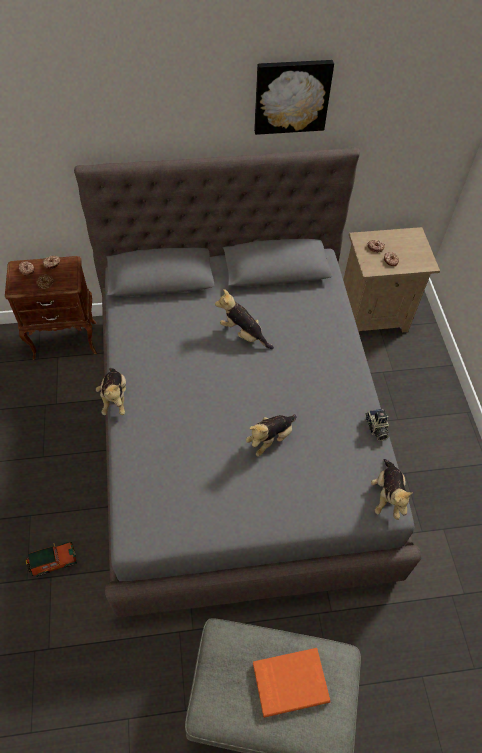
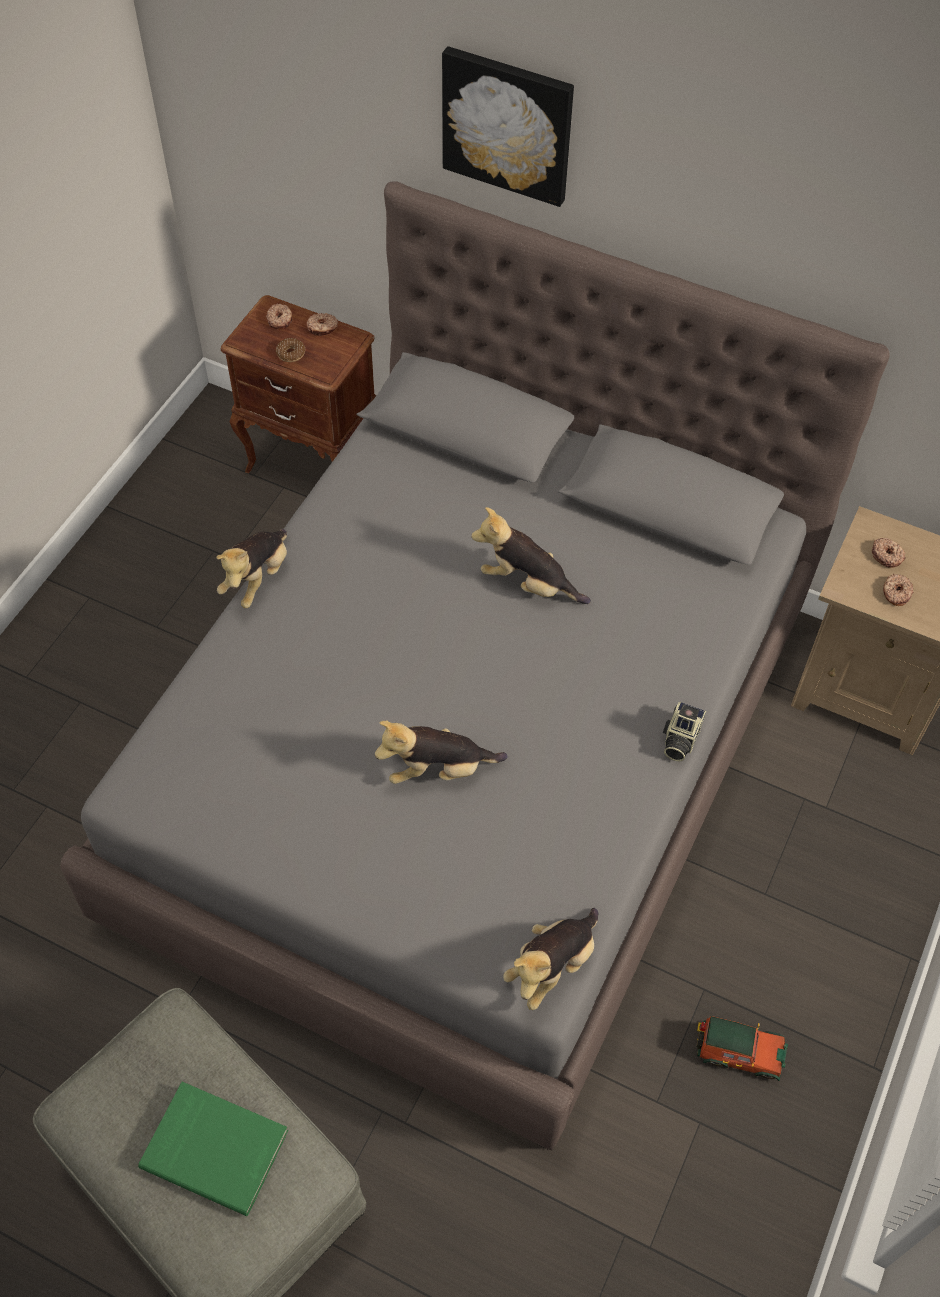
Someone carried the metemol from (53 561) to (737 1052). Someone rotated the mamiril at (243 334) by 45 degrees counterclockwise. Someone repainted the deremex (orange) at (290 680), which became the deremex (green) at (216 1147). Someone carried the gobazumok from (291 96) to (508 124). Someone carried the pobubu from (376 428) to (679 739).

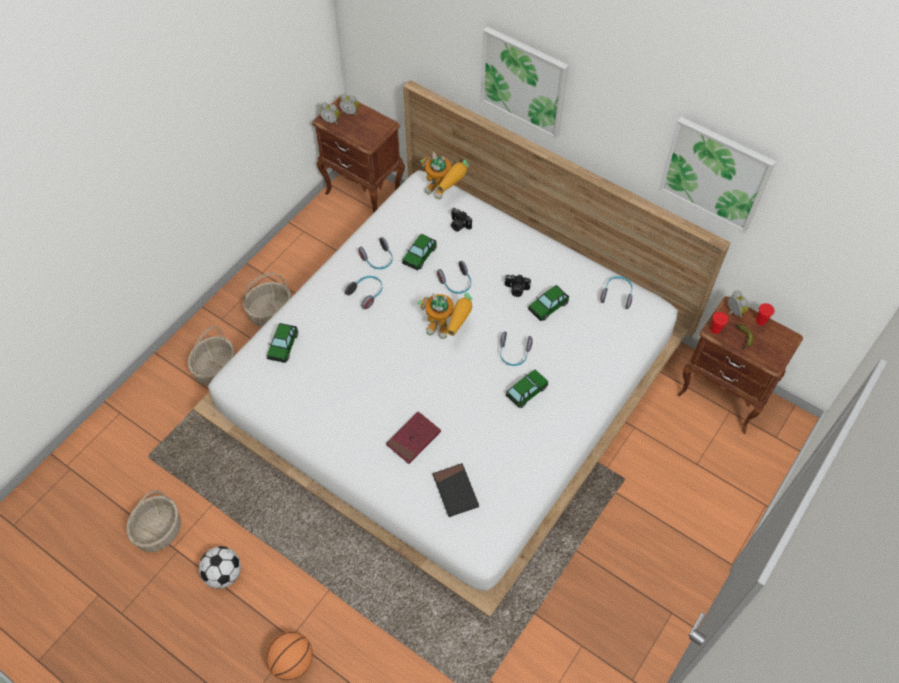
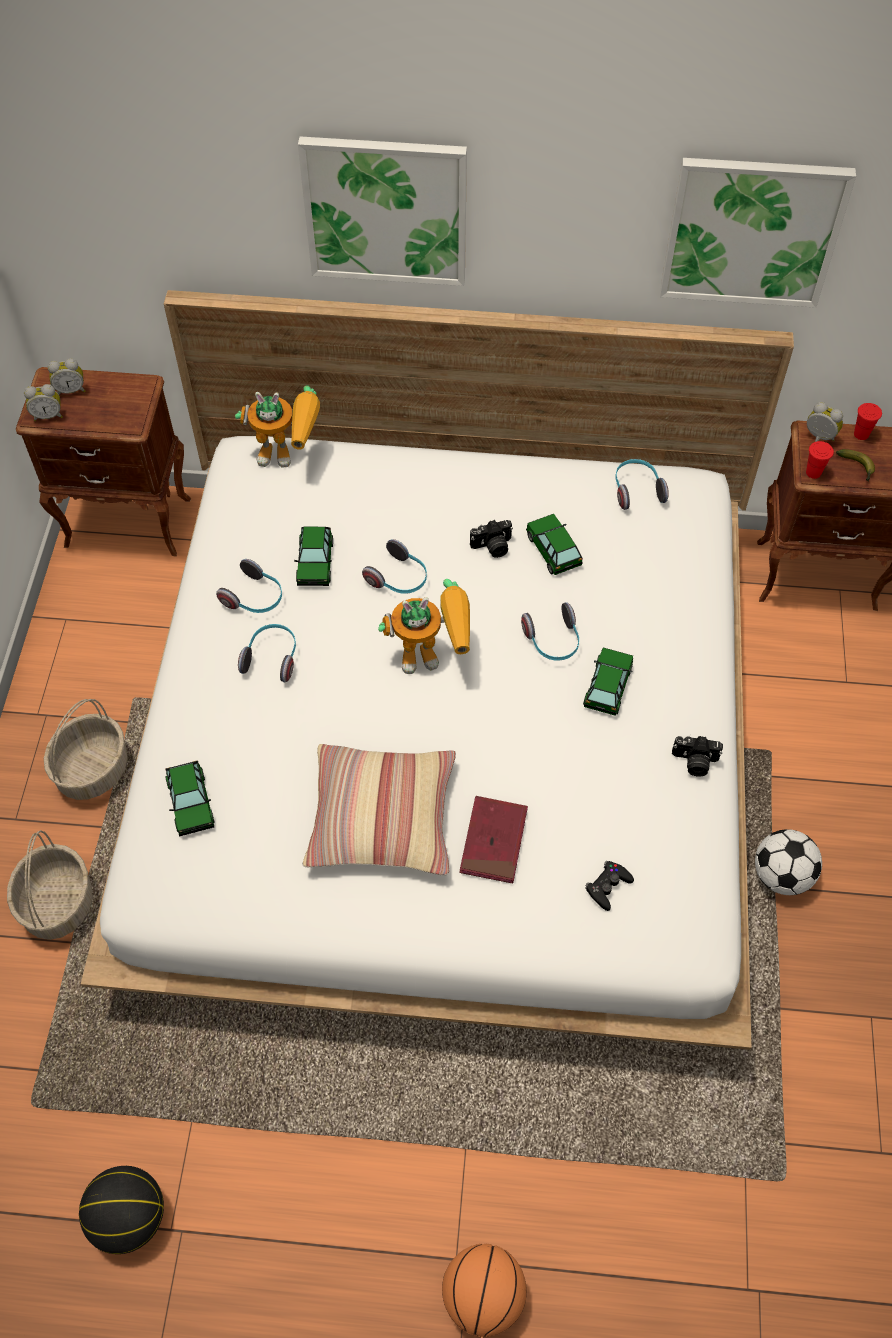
Someone swapped the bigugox at (159 531) for the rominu at (130 1217). Someone carried the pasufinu from (223 574) to (781 875). Someone swapped the deremex (black) at (455 491) for the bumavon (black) at (608 887). Someone carried the pobubu from (459 225) to (694 762). Someone rotated the metemol at (548 306) by 135 degrees clockwise. Someone put down the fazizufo at (382 817).

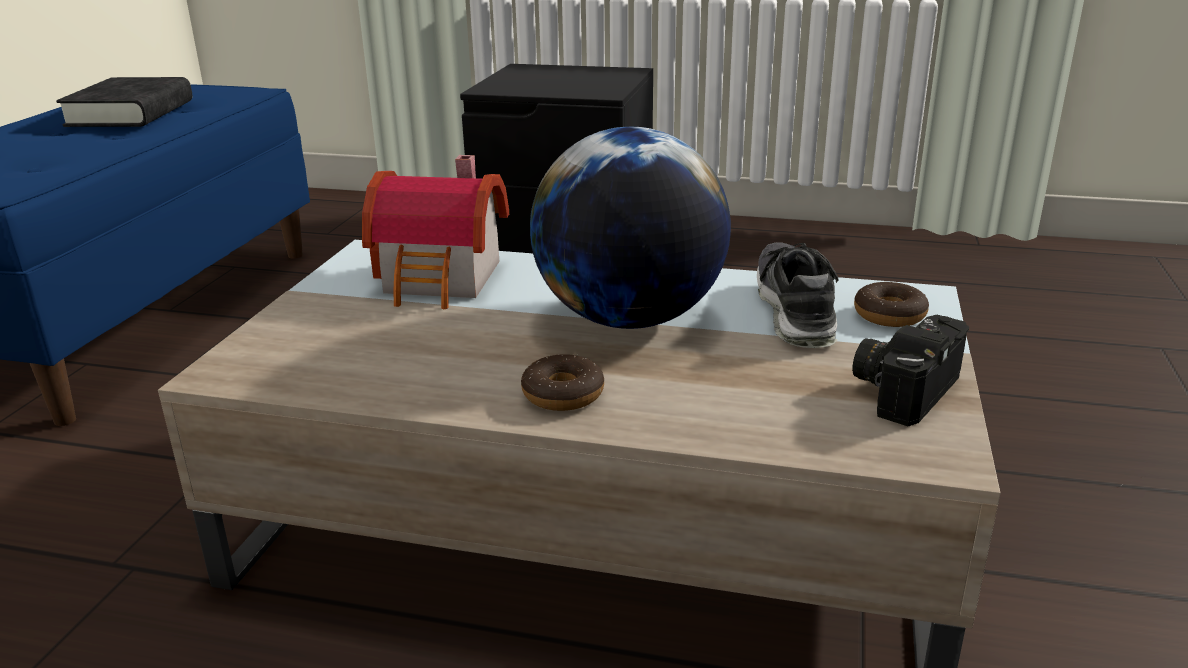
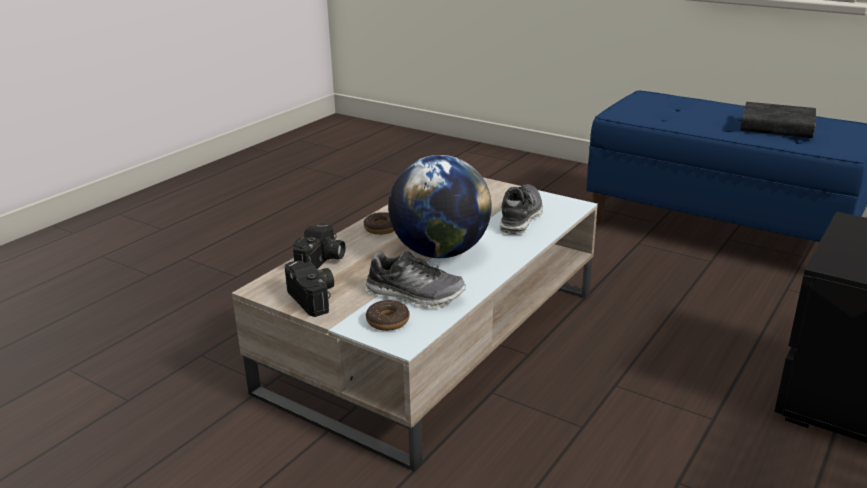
Someone swapped the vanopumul at (444 280) for the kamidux at (520 218). Someone put down the pobubu at (322 262).

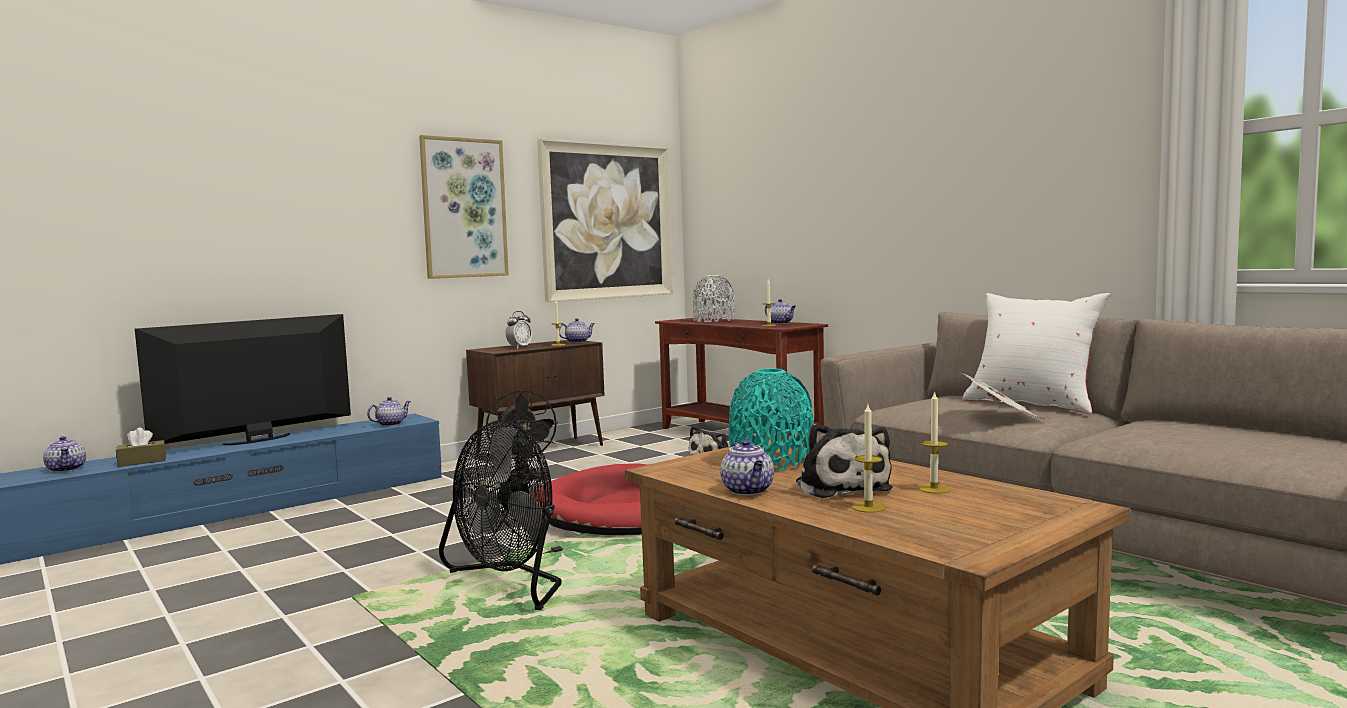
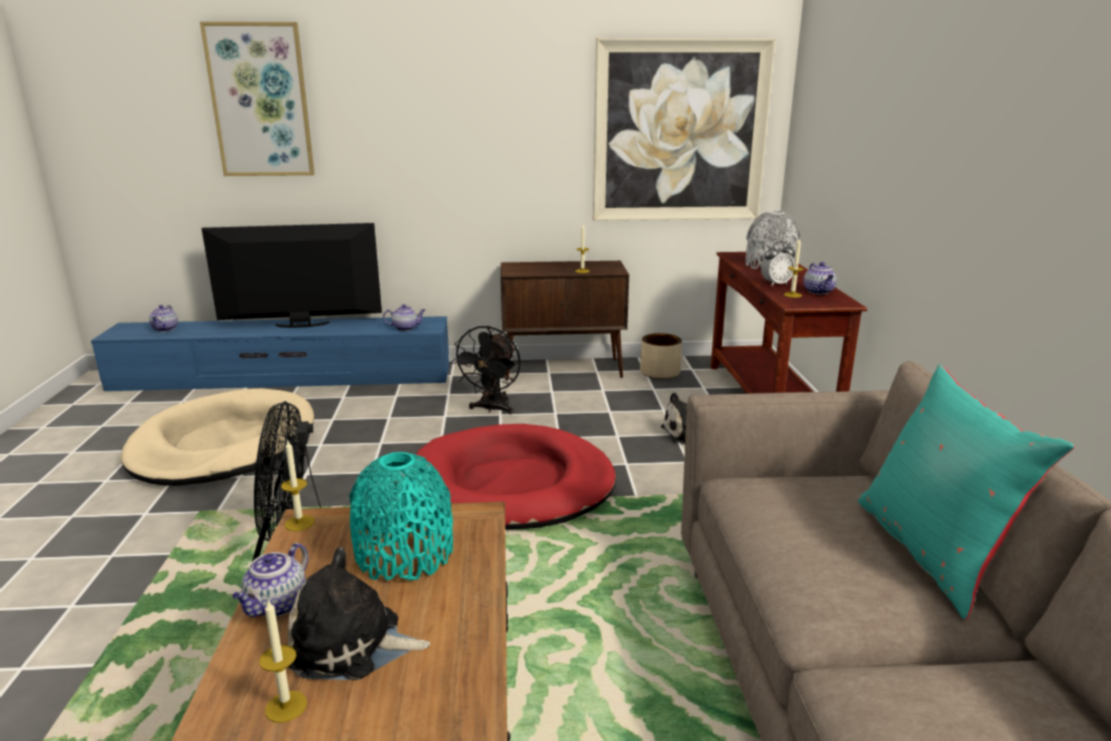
Someone took away the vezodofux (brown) at (142 461). Someone carried the gobazumok from (464 208) to (260 101). Someone carried the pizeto from (519 347) to (776 284). Someone took away the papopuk at (577 342). Someone rotated the mamiril at (841 487) by 75 degrees clockwise. Someone carried the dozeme from (934 489) to (299 523). Someone took away the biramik at (1000 417). Someone repainted the fazizufo (white) at (1032 404), which became the fazizufo (turquoise) at (932 553). Someone put down the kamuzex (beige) at (224 444). Someone put down the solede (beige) at (660 372).

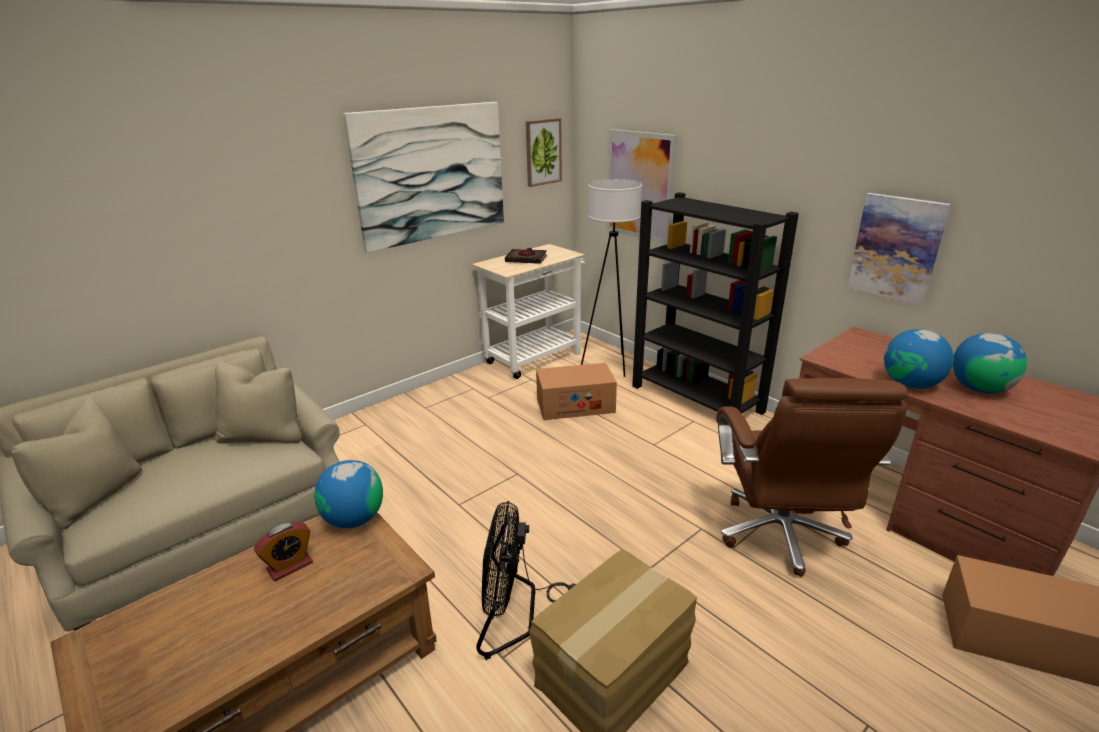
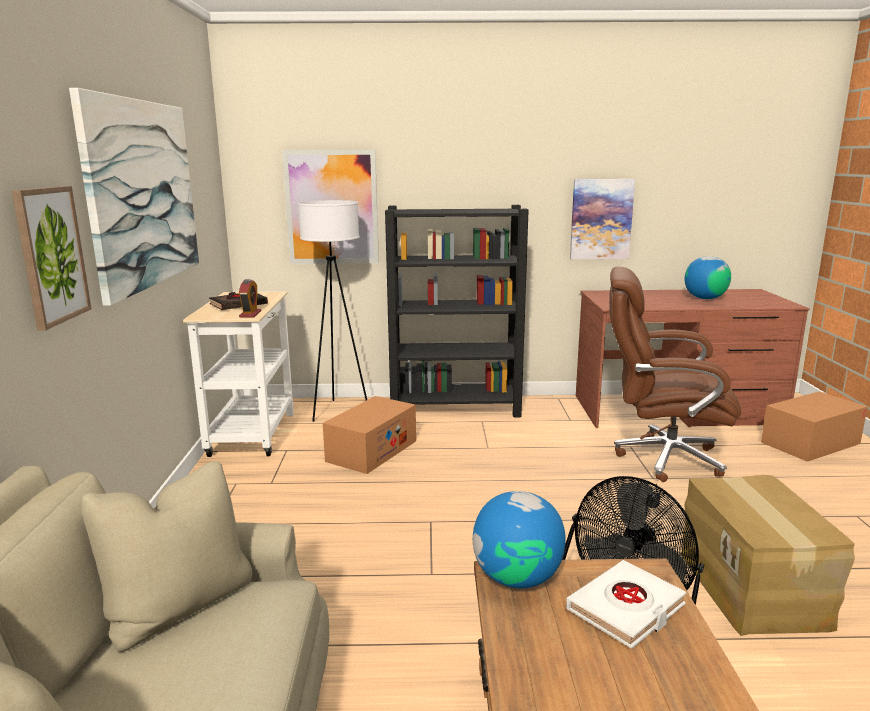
Someone carried the pizeto from (290 566) to (250 314). Someone carried the gobazumok from (543 152) to (51 255). Someone rotated the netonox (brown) at (781 539) by 150 degrees clockwise. Someone took away the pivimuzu at (910 384). Someone put down the deremex (white) at (626 609).

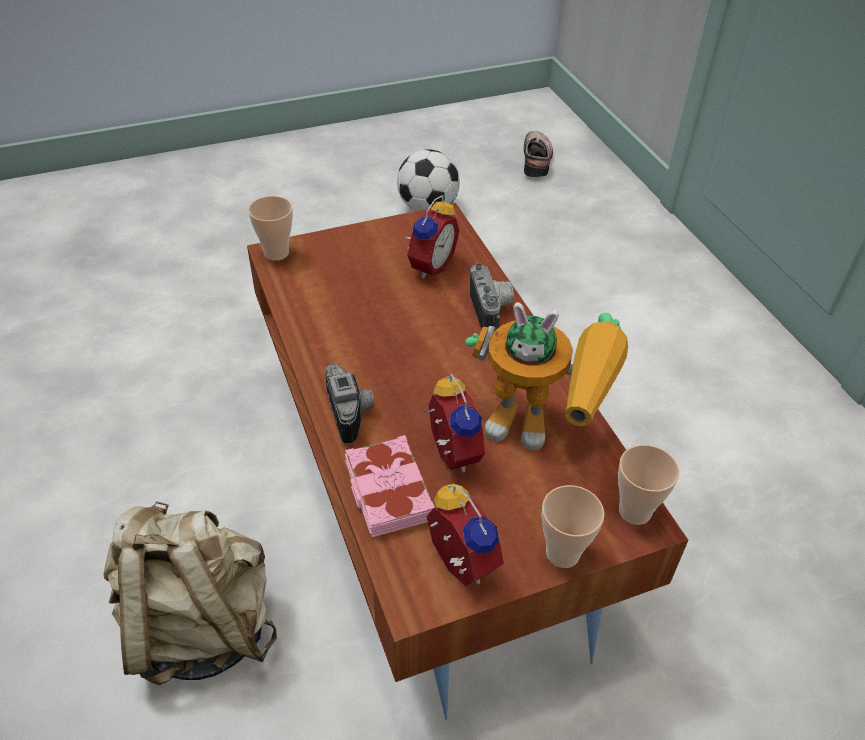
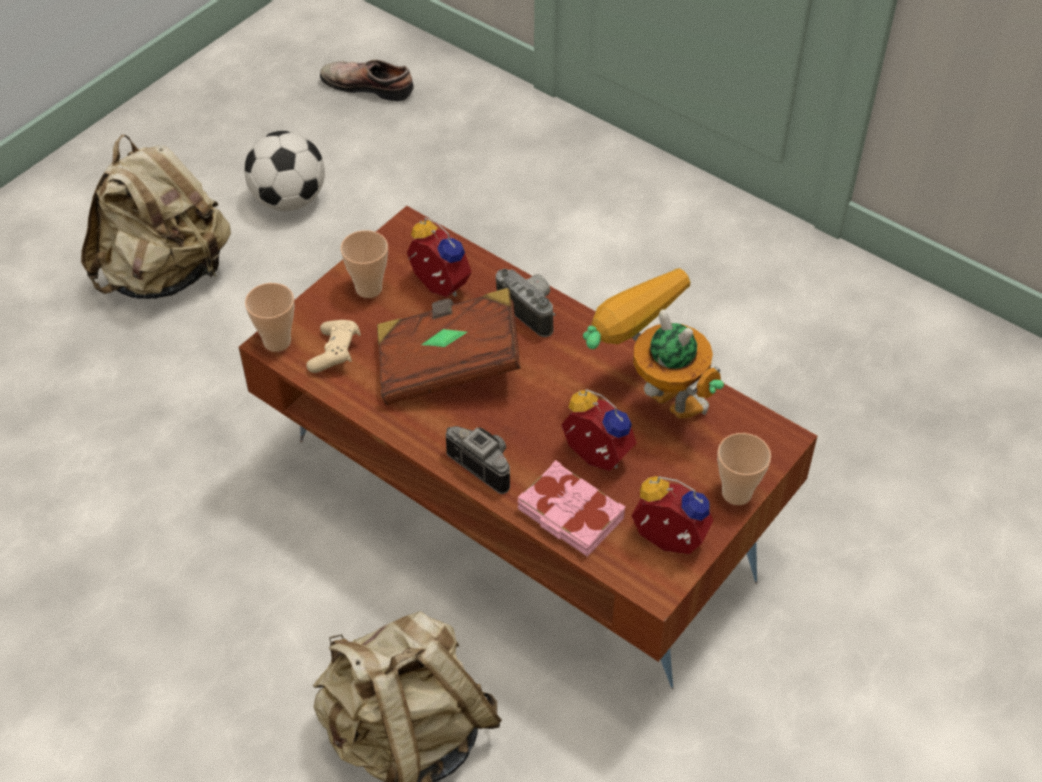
Someone rotated the pizeto at (429 265) by 45 degrees counterclockwise. Someone rotated the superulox at (543 427) by 120 degrees counterclockwise. Someone rotated the kamidux at (538 160) by 45 degrees counterclockwise. Someone carried the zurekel from (634 511) to (368 288). Someone put down the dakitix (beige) at (166 274). Someone put down the bumavon (beige) at (335 353). Someone put down the deremex (brown) at (448 365).

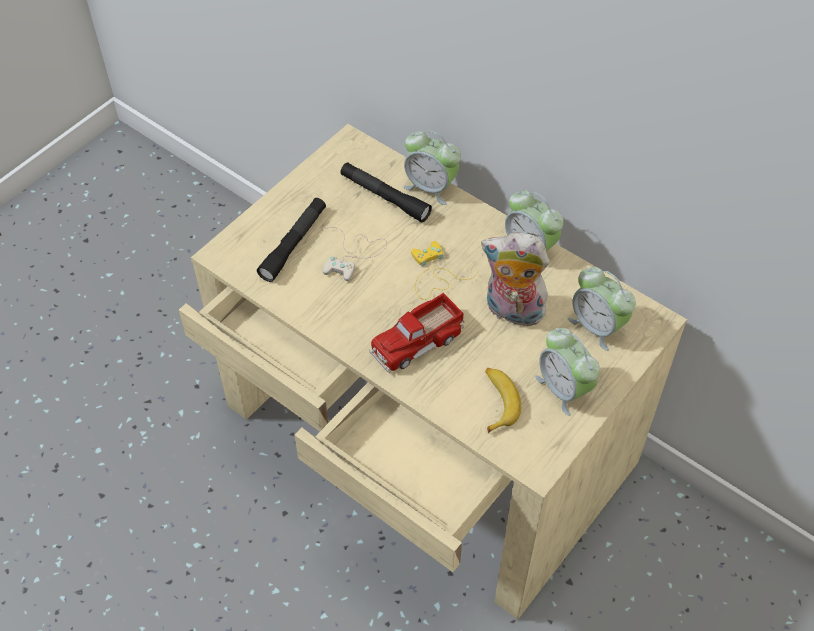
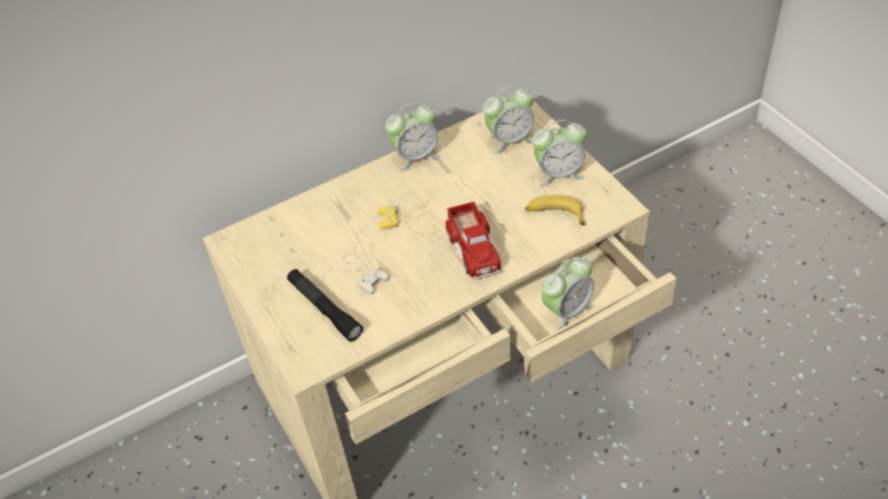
Someone took away the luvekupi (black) at (384 197). Someone carried the pizeto from (431 187) to (567 310). Someone took away the mamiril at (512 312).

